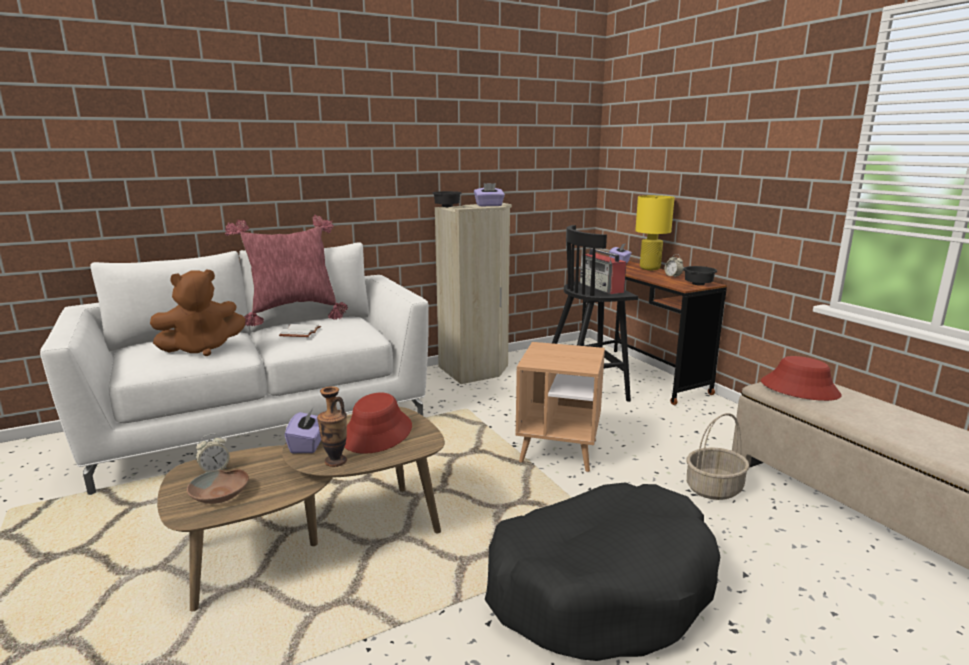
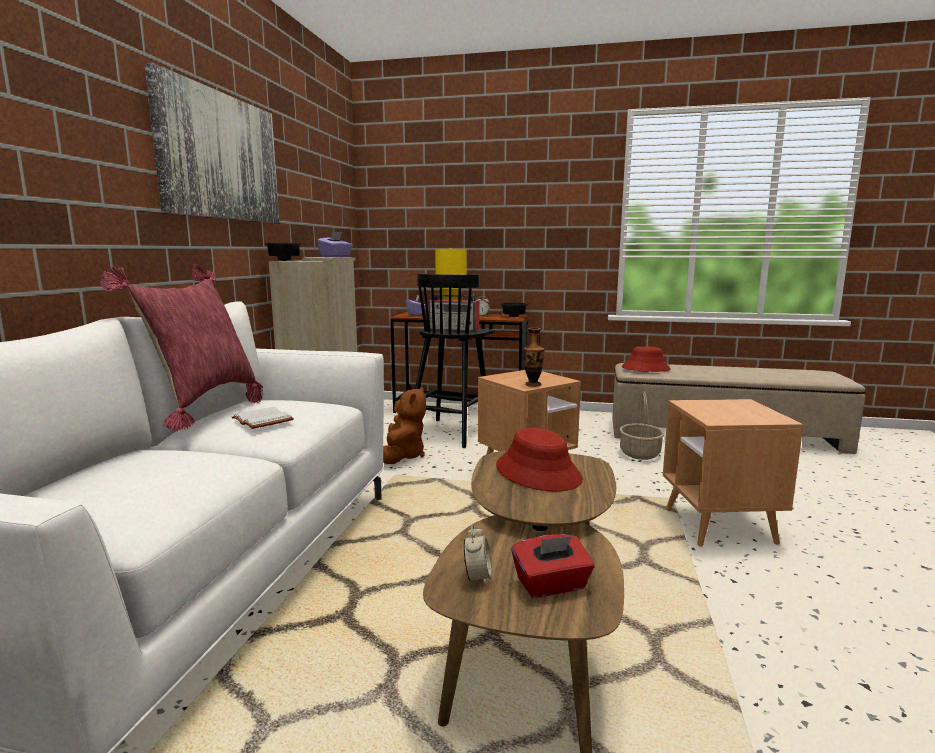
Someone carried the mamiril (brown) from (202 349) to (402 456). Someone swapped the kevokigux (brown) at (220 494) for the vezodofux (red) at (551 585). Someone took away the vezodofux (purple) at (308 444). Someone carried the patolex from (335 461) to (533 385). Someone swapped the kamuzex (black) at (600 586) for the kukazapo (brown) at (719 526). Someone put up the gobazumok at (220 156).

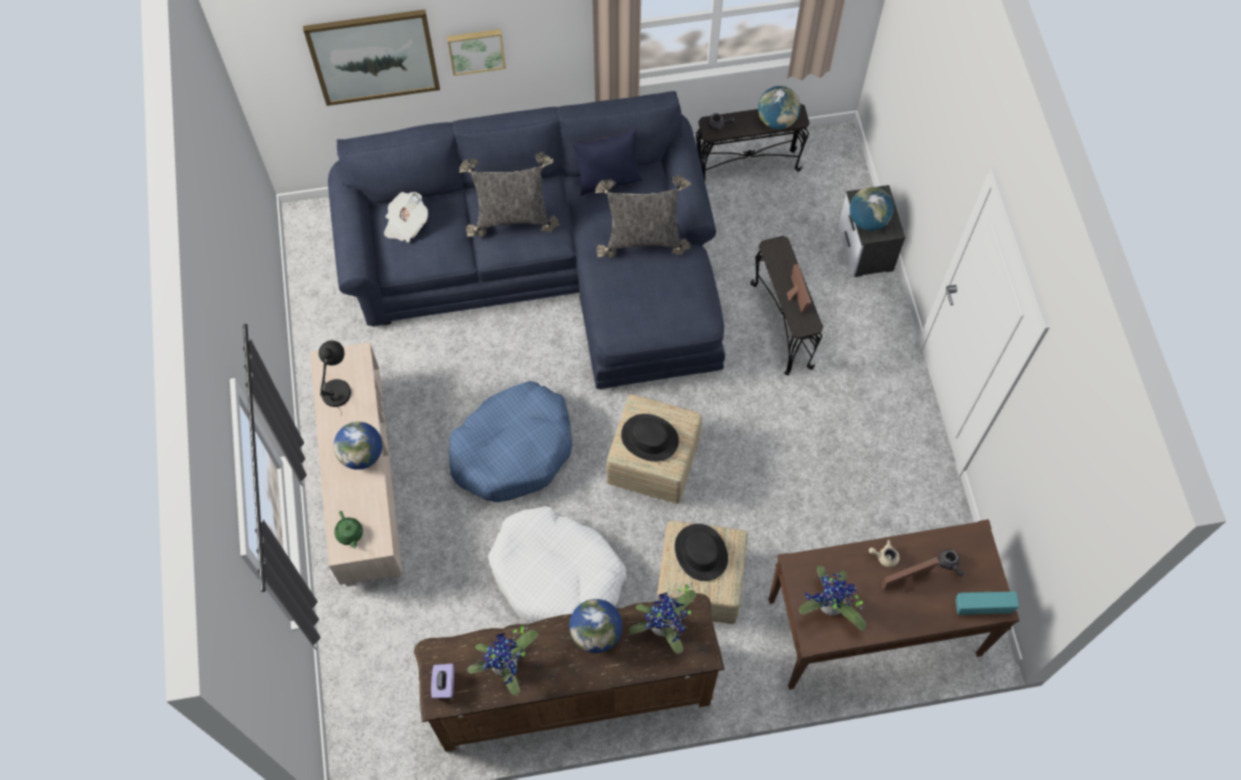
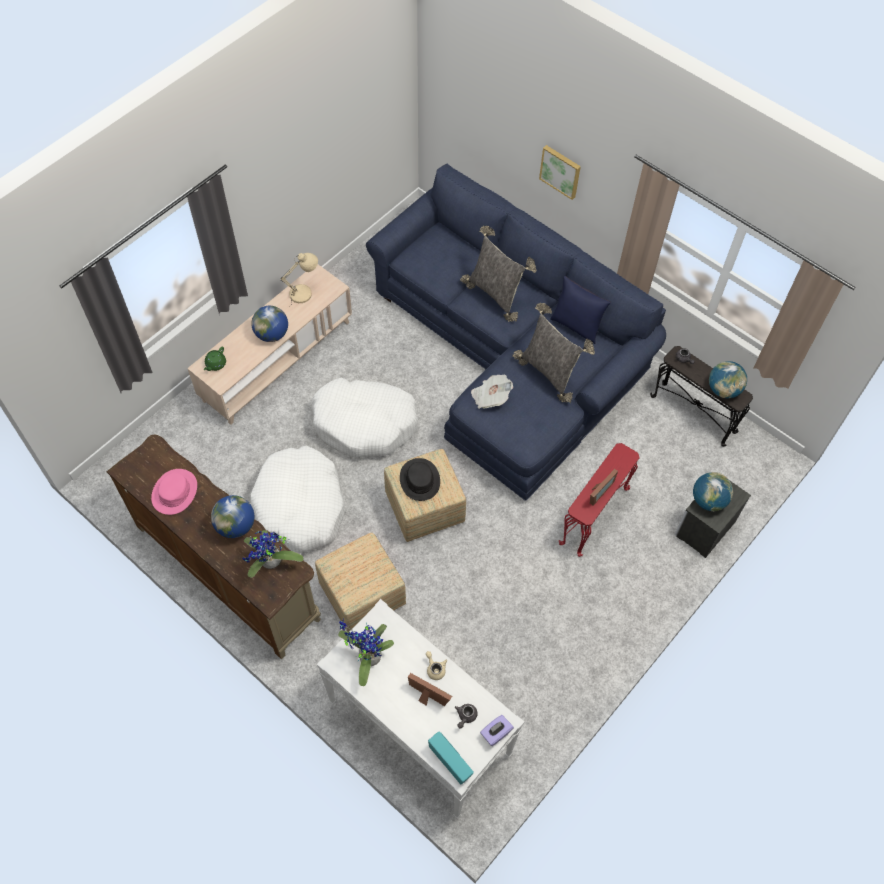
Someone took away the gobazumok at (374 56). Someone repainted the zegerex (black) at (338 390), which became the zegerex (beige) at (303 293). Someone carried the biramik from (405 224) to (490 397). Someone carried the vezodofux (purple) from (444 684) to (496 733). Someone repainted the kamuzex (blue) at (513 449), which became the kamuzex (white) at (365 424). Someone swapped the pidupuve at (507 667) for the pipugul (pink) at (174 492). Someone took away the pipugul (black) at (700 553). Someone repainted the kukazapo (black) at (781 326), which became the kukazapo (red) at (594 516). Someone repainted the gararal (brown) at (872 628), which became the gararal (white) at (418 728).

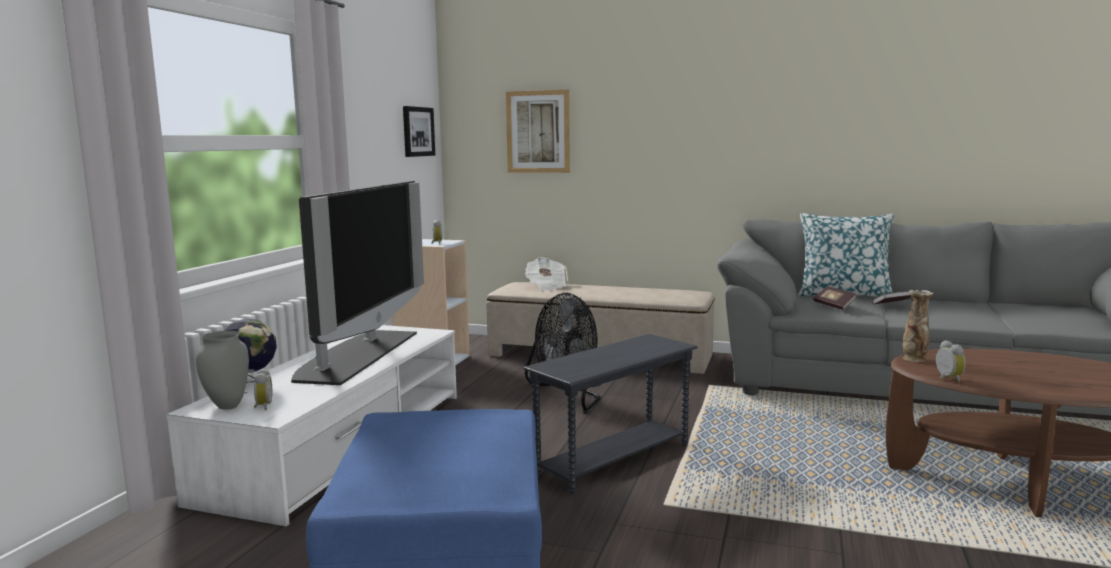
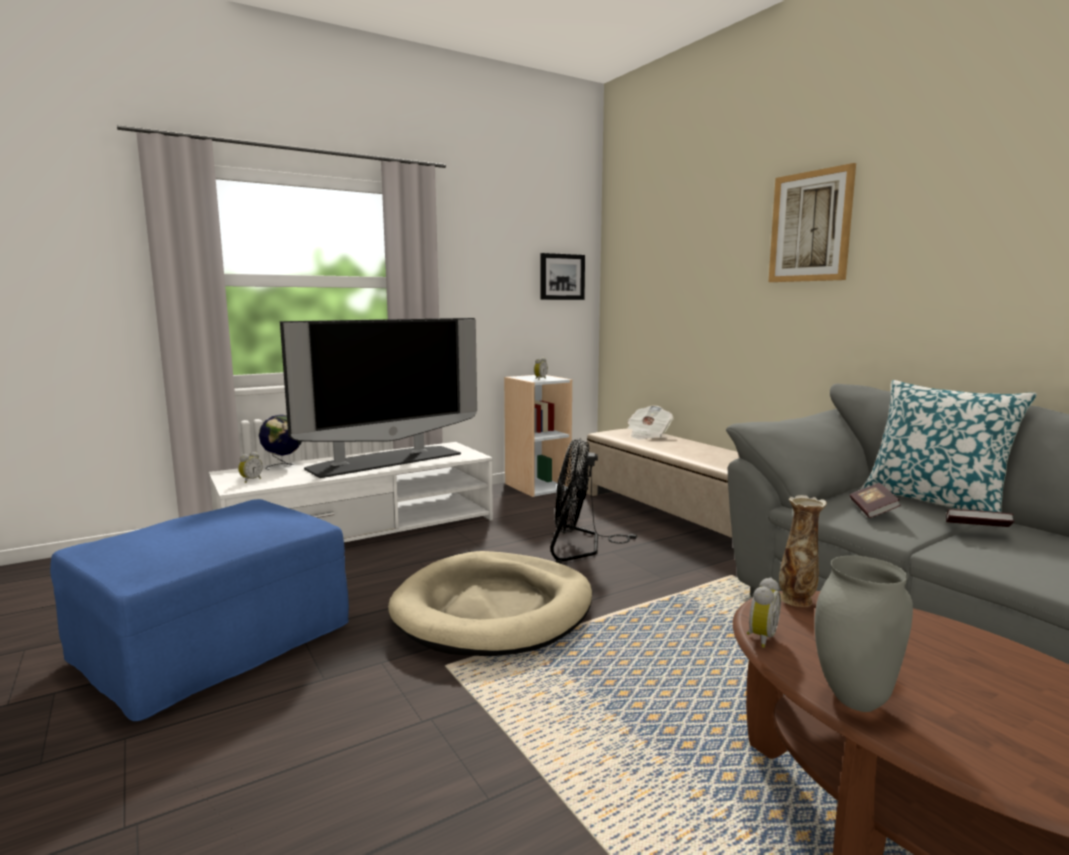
Someone carried the patolex (grey) from (227 406) to (853 699). Someone carried the gobazumok from (538 132) to (810 227). Someone swapped the kukazapo (grey) at (613 459) for the kamuzex (beige) at (494 610).

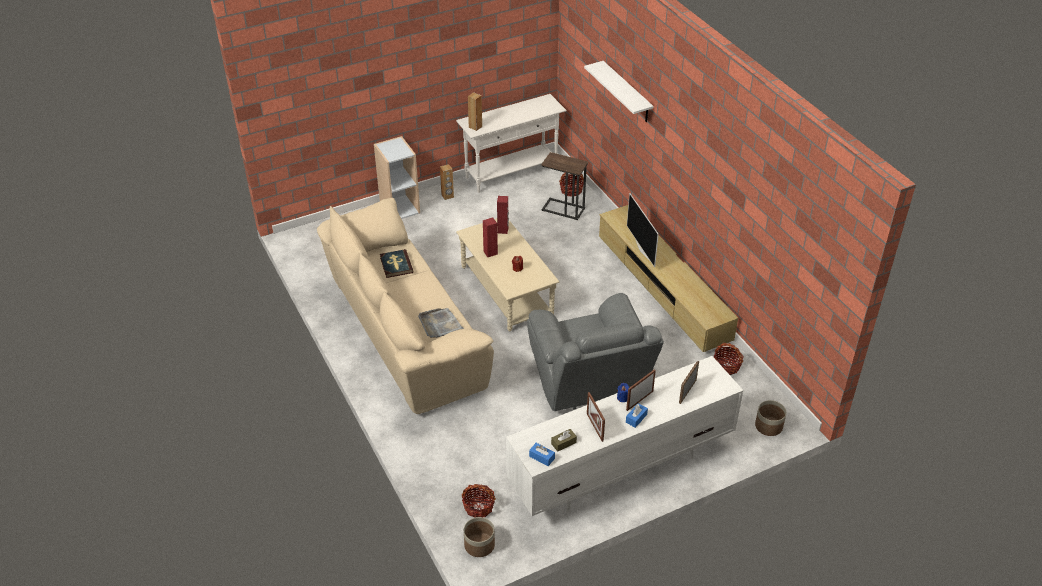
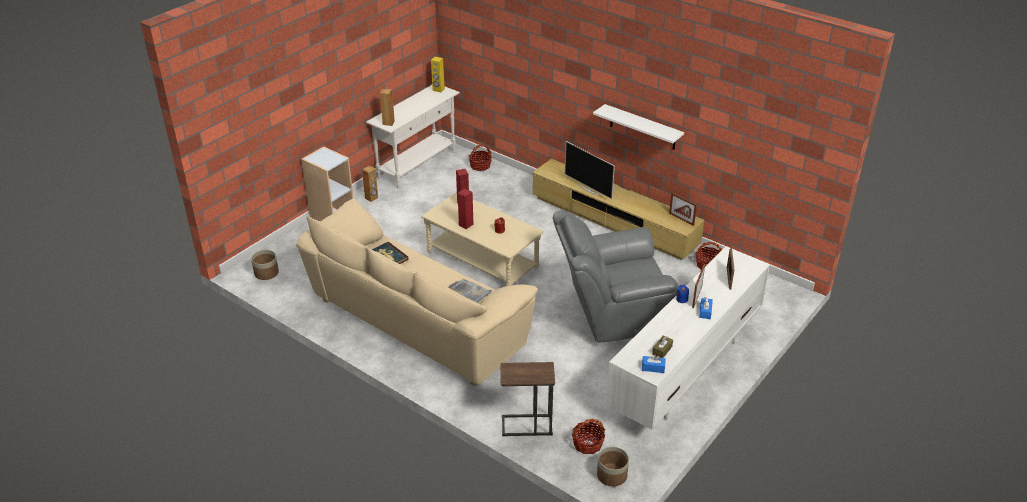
Someone rotated the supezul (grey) at (590 386) by 120 degrees clockwise. Someone carried the kukazapo (brown) from (563 209) to (527 425). Someone carried the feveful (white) from (627 92) to (642 127). Someone carried the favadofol from (594 427) to (681 219). Someone carried the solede from (768 426) to (266 273). Someone put down the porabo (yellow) at (438 89).

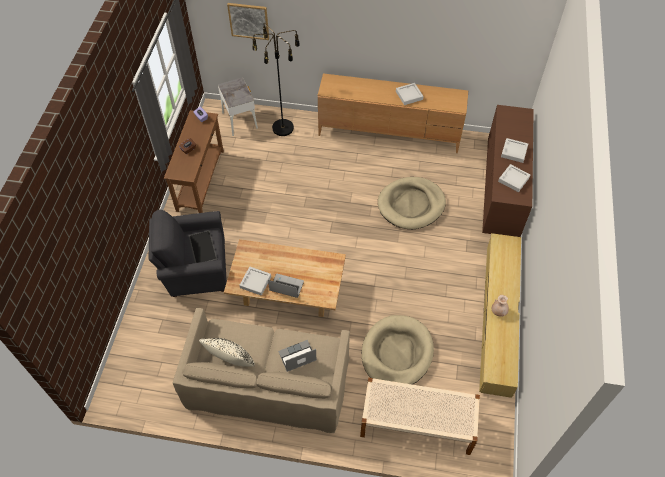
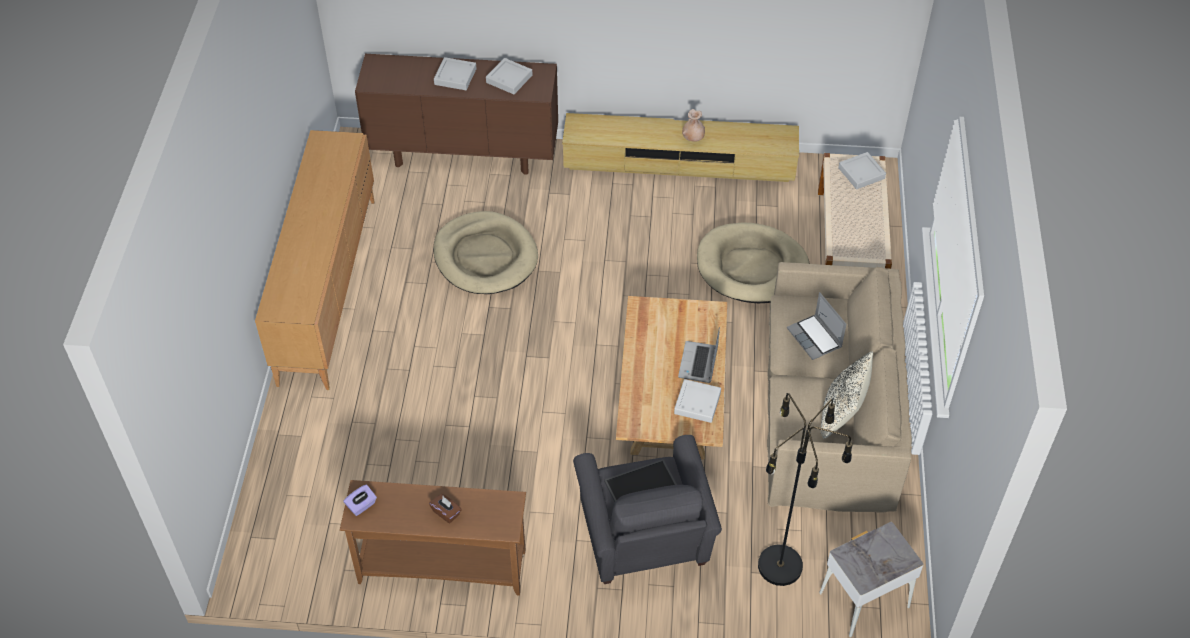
Someone carried the kukazapo from (240 120) to (862 599). Someone took away the gobazumok at (249 21). Someone carried the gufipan from (282 128) to (781 567). Someone carried the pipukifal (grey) from (409 95) to (861 173).

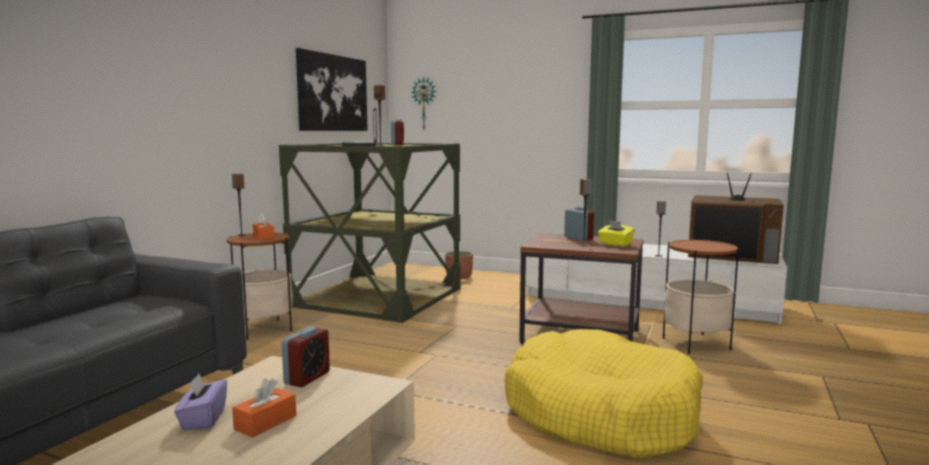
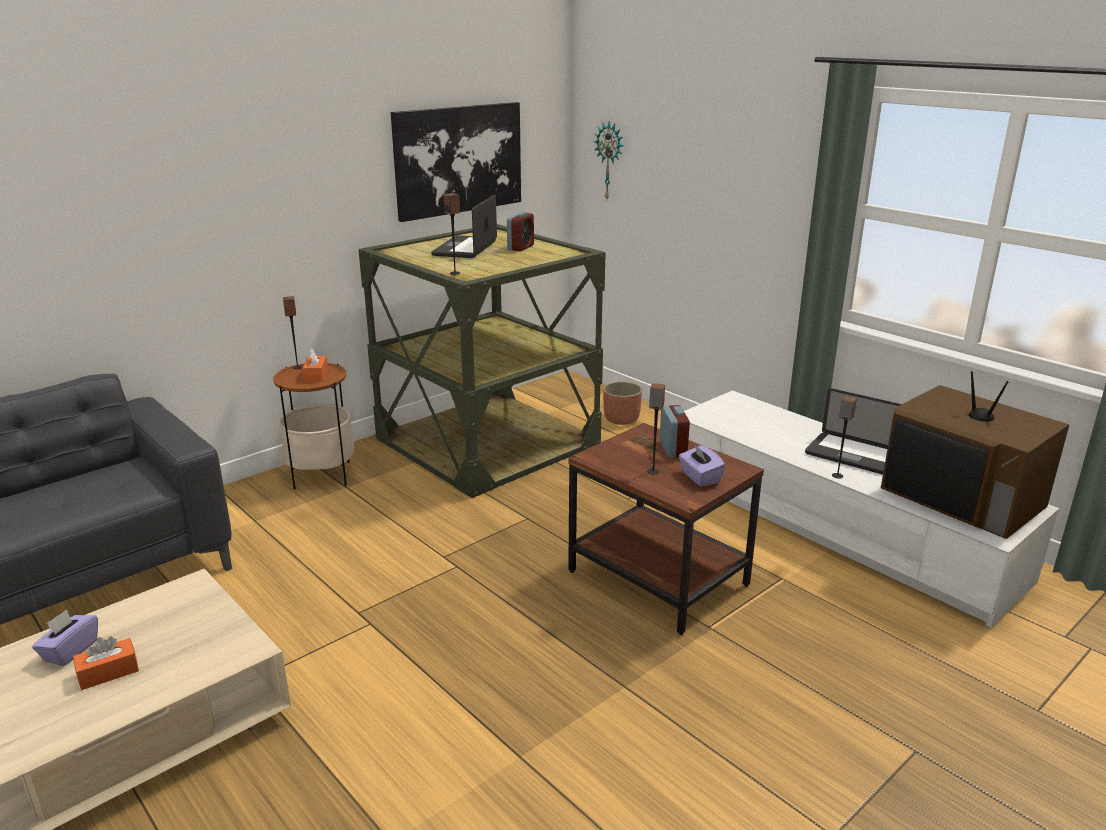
Someone took away the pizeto at (307 378). Someone took away the kamuzex (yellow) at (600 413). Someone repainted the vezodofux (yellow) at (615 244), which became the vezodofux (purple) at (699 477). Someone took away the kukazapo at (696 343). Someone put down the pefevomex at (853 455).

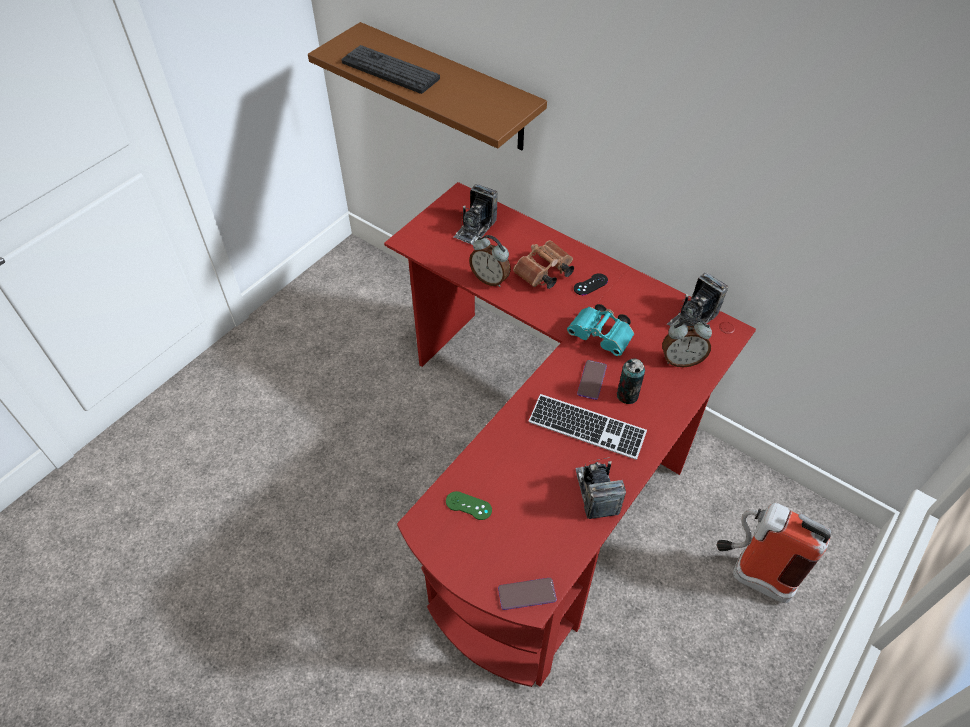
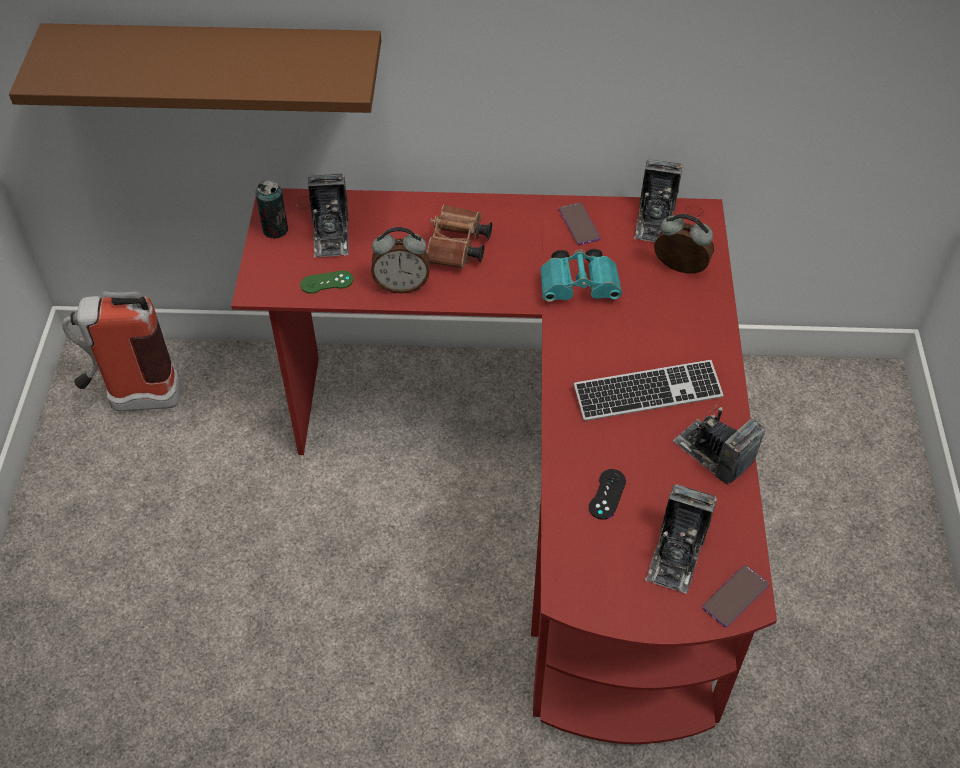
Someone took away the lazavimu at (390 70). Someone carried the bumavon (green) from (468 506) to (327 282). Someone carried the bumavon (black) from (590 284) to (607 494). Someone carried the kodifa from (592 380) to (579 224). Someone carried the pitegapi from (627 395) to (275 230). Someone rotated the pizeto at (681 360) by 120 degrees counterclockwise. Someone carried the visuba from (750 575) to (133 400). Someone put down the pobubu at (676 554).

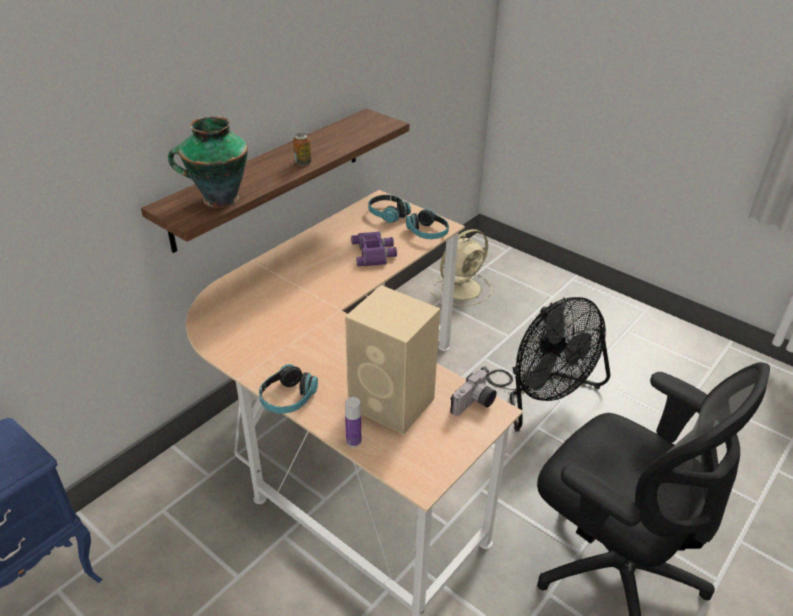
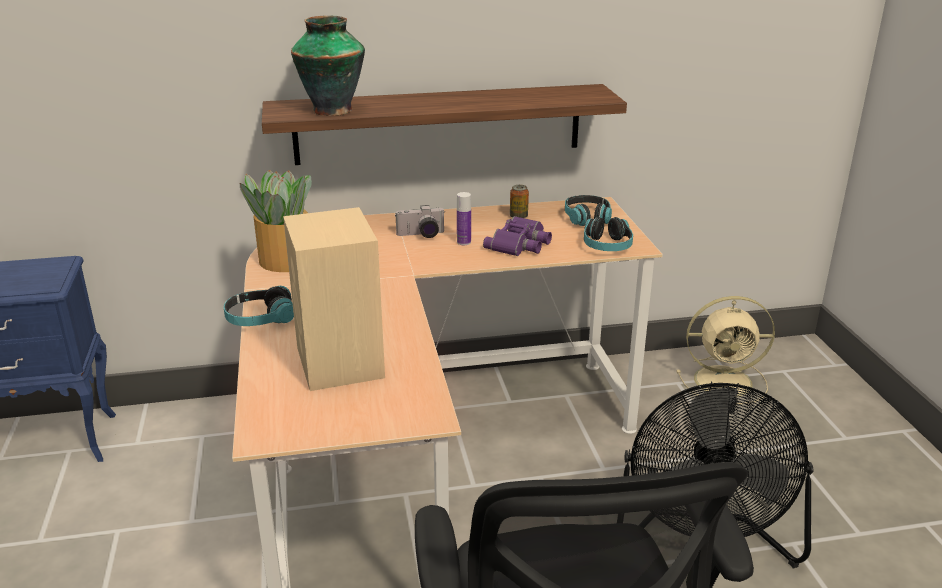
Someone carried the pitegapi from (303 163) to (518 217). Someone carried the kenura from (353 441) to (464 242). Someone carried the pobubu from (474 404) to (421 235). Someone put down the pidupuve at (284 261).

